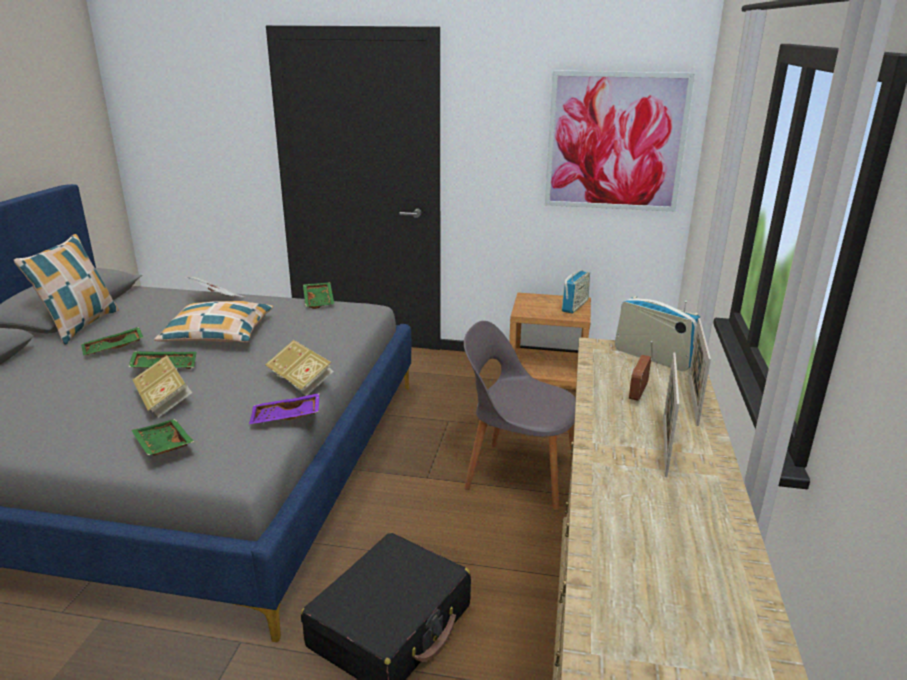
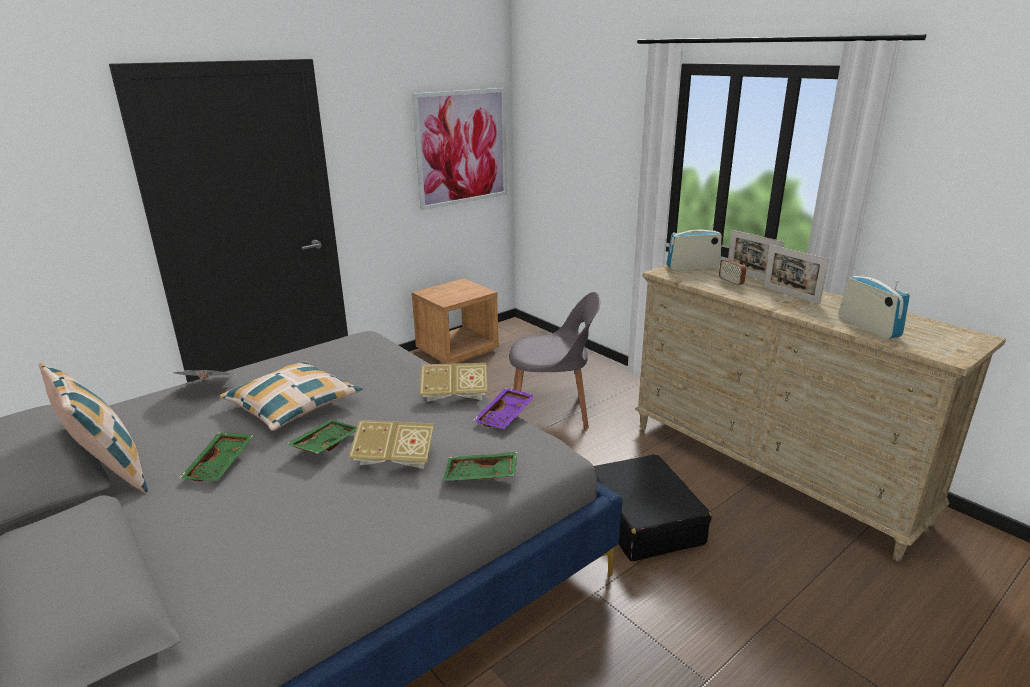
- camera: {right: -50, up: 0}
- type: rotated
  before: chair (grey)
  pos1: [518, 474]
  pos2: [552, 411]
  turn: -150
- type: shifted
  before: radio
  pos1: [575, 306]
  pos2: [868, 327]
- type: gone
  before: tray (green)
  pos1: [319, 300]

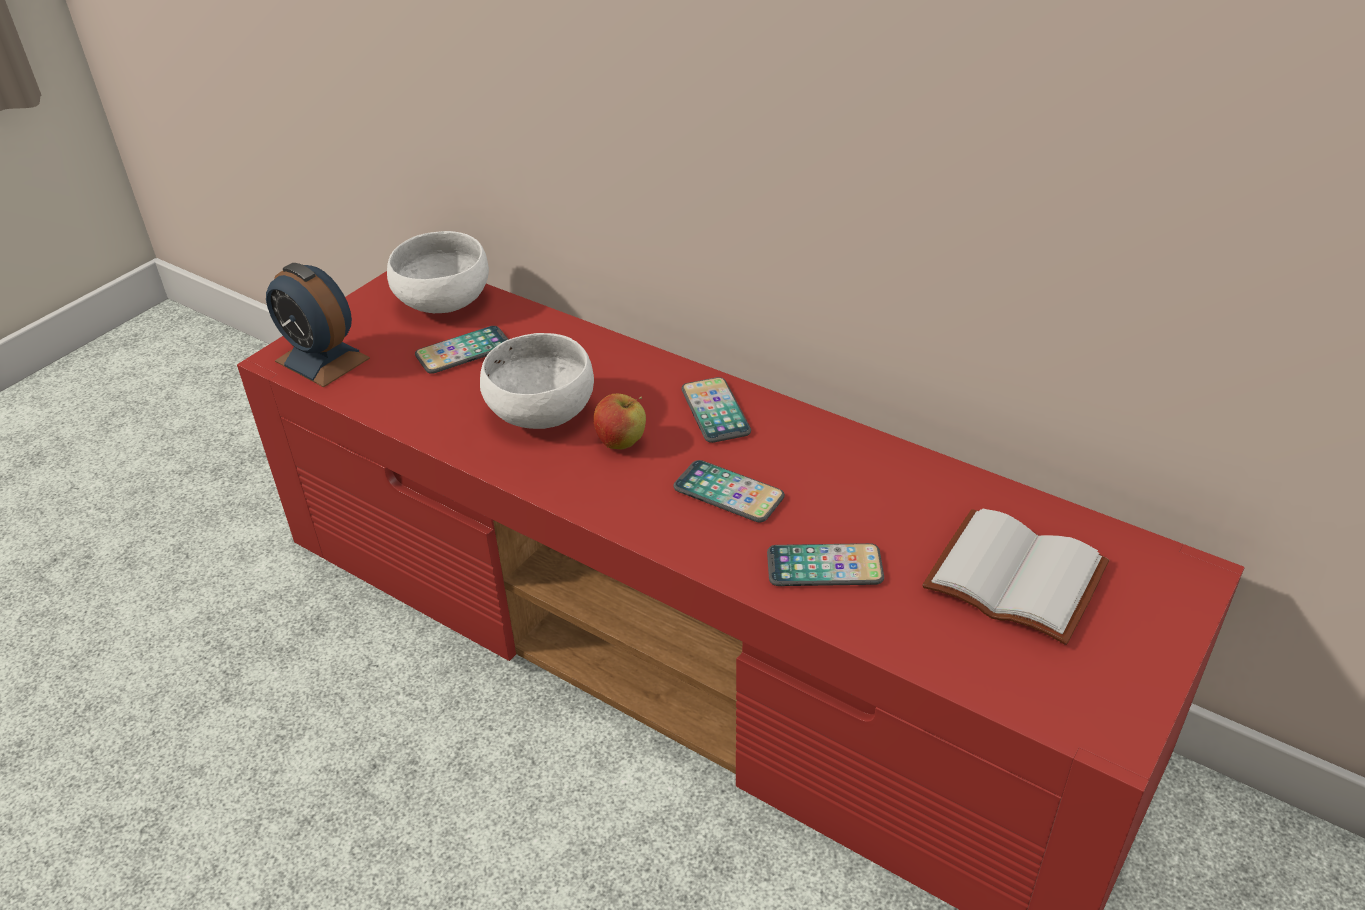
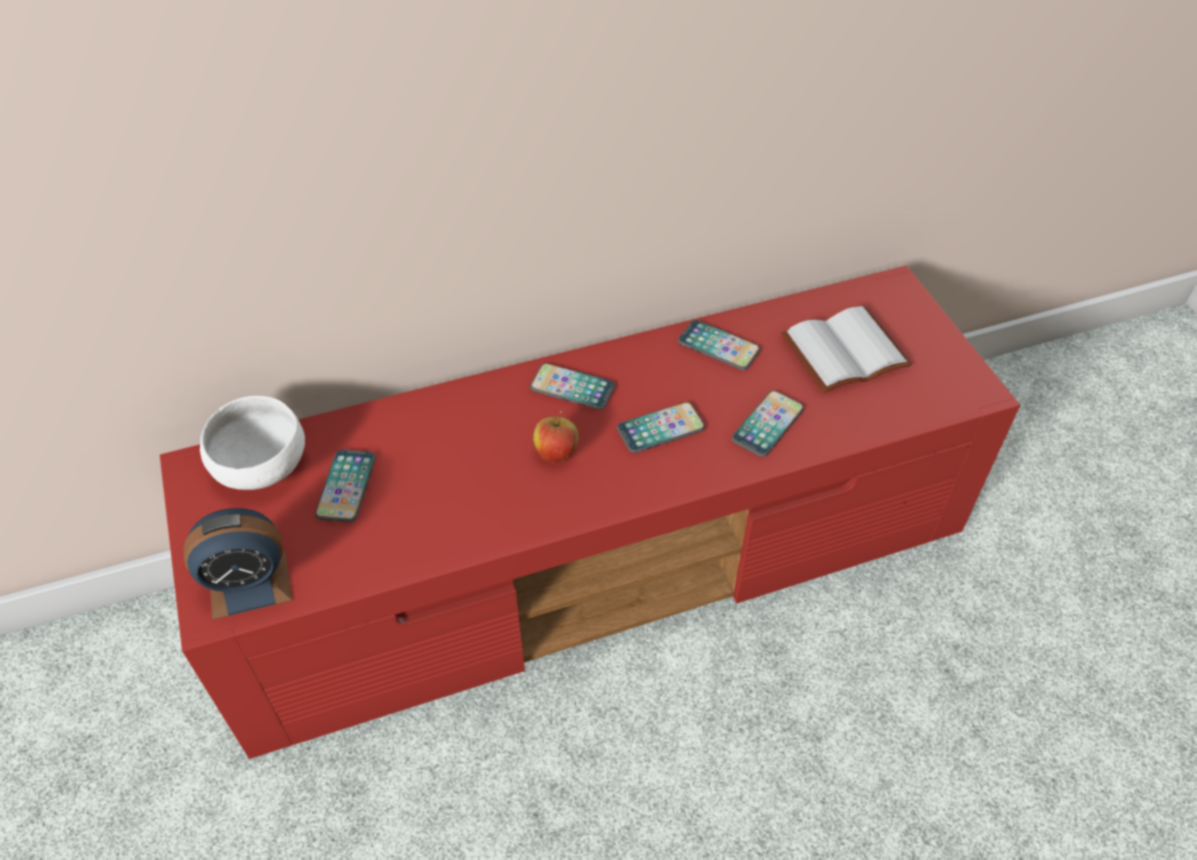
- camera: {right: -55, up: 10}
- type: new
  after: phone
  pos2: [718, 346]
- type: gone
  before: bowl (white)
  pos1: [539, 413]

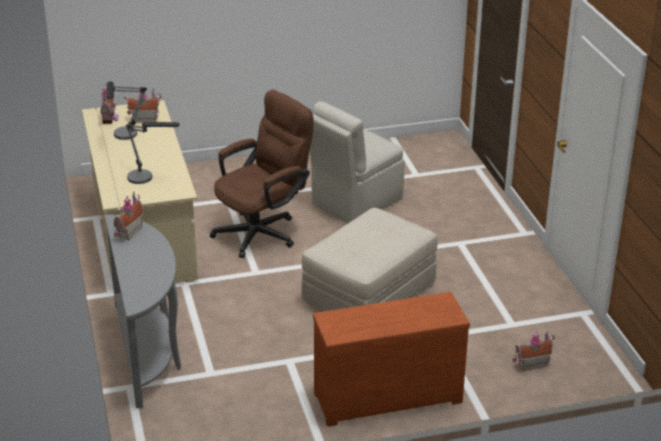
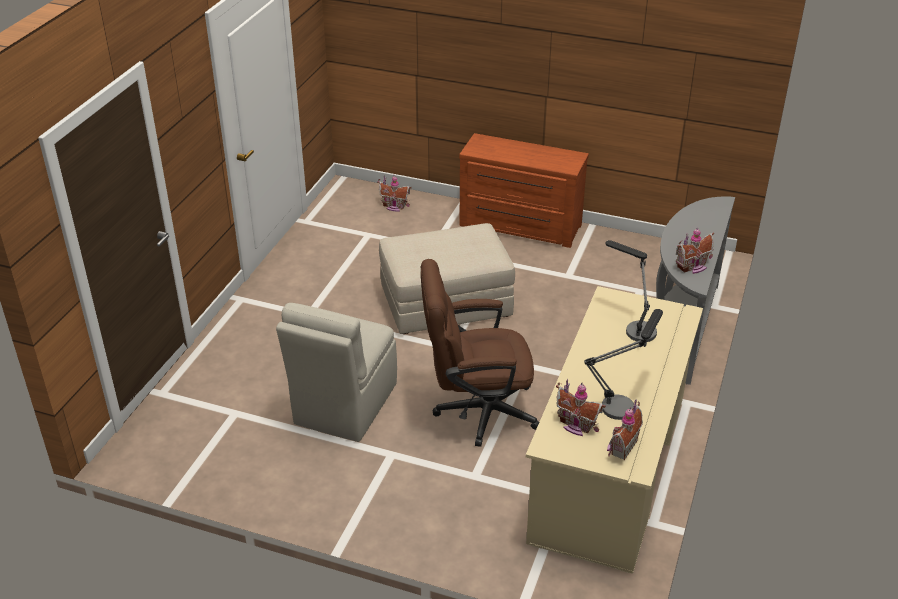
- camera: {right: -145, up: 5}
- type: rotated
  before: chair (beige)
  pos1: [355, 202]
  pos2: [344, 405]
  turn: 120

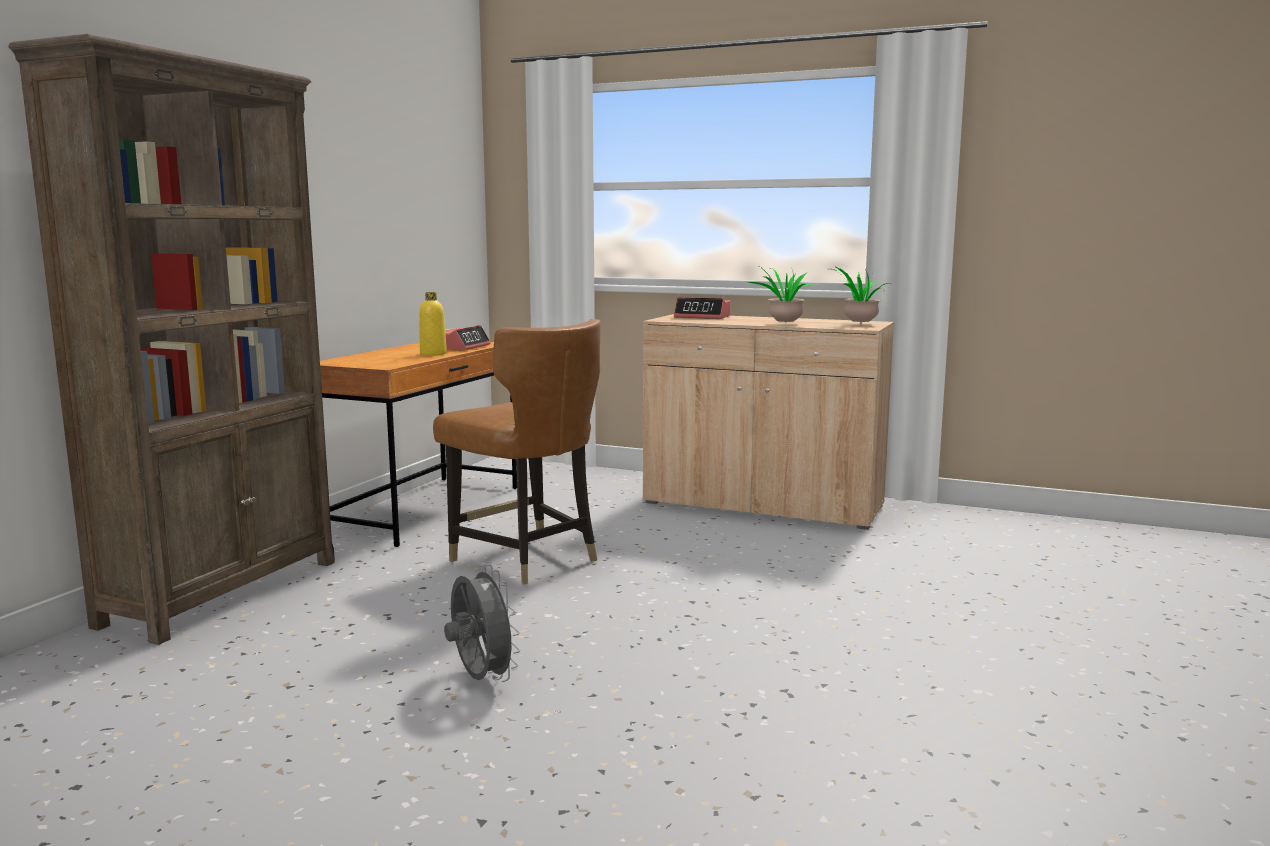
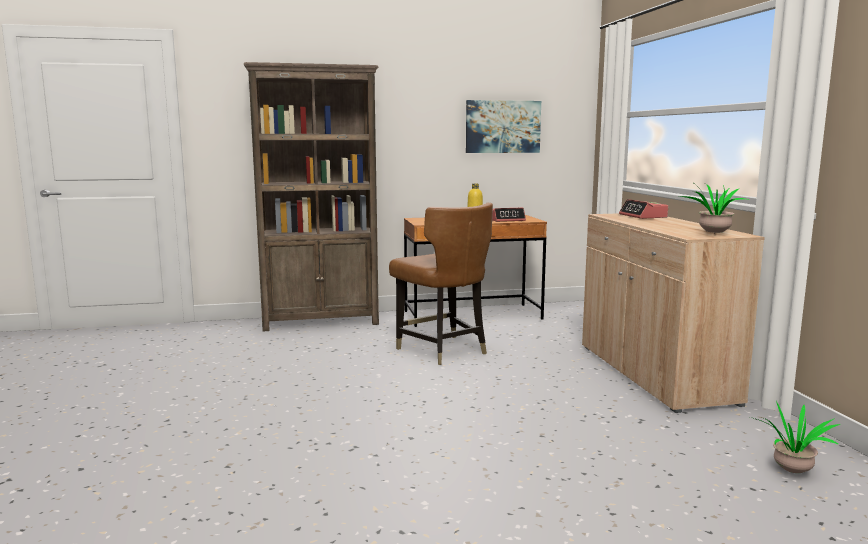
- camera: {right: 55, up: 0}
- type: rotated
  before: chair (brown)
  pos1: [526, 559]
  pos2: [443, 350]
  turn: -45
- type: new
  after: picture
  pos2: [502, 126]
- type: shifted
  before: potted plant
  pos1: [783, 323]
  pos2: [792, 470]
- type: gone
  before: fan (grey)
  pos1: [481, 679]

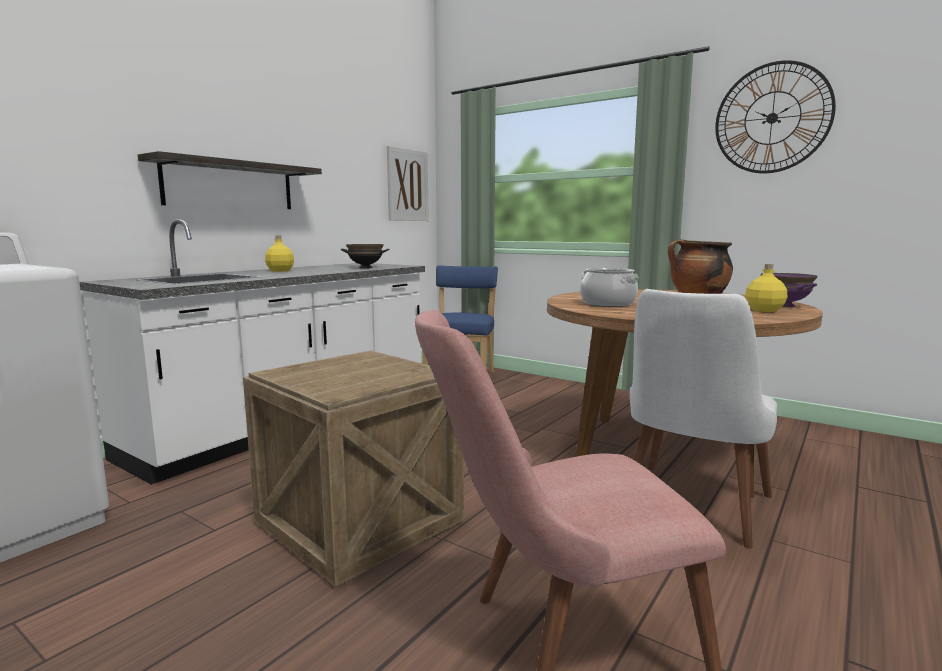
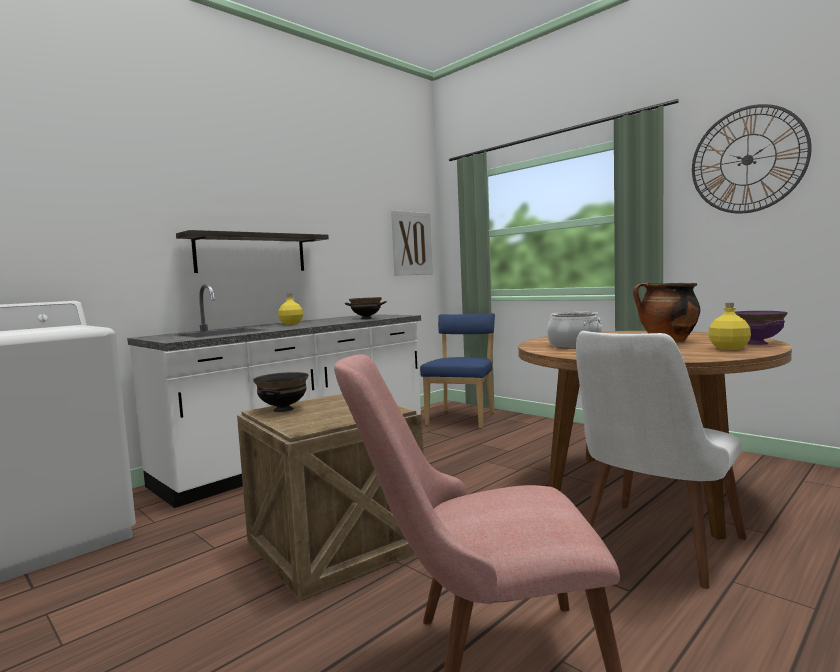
- camera: {right: 10, up: -5}
- type: new
  after: bowl (black)
  pos2: [283, 409]

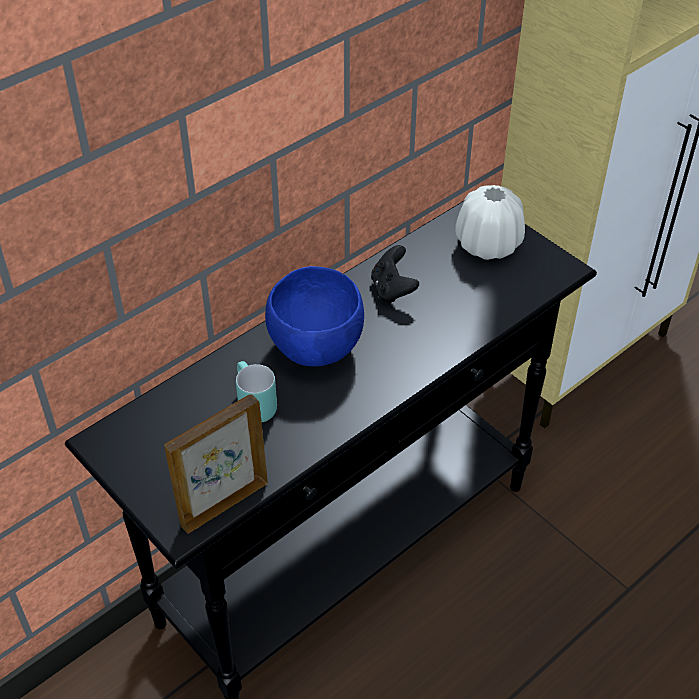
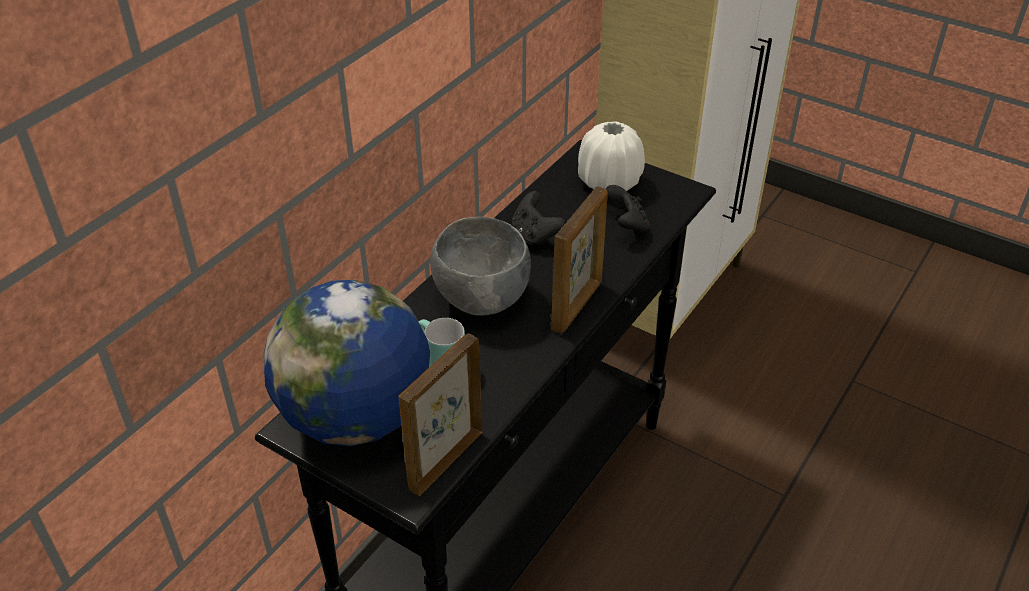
- camera: {right: -15, up: -5}
- type: new
  after: globe
  pos2: [356, 417]
- type: repainted
  before: bowl (blue)
  after: bowl (grey)
  pos1: [315, 348]
  pos2: [481, 300]
- type: new
  after: picture frame
  pos2: [577, 305]
- type: new
  after: game controller (black)
  pos2: [627, 226]

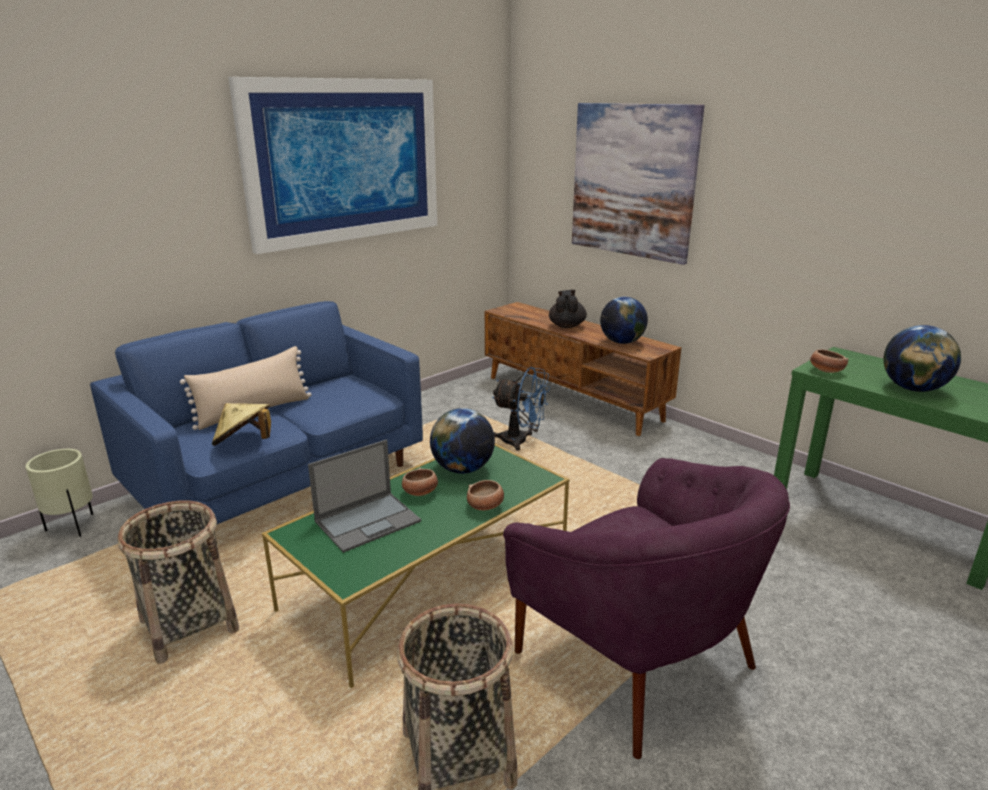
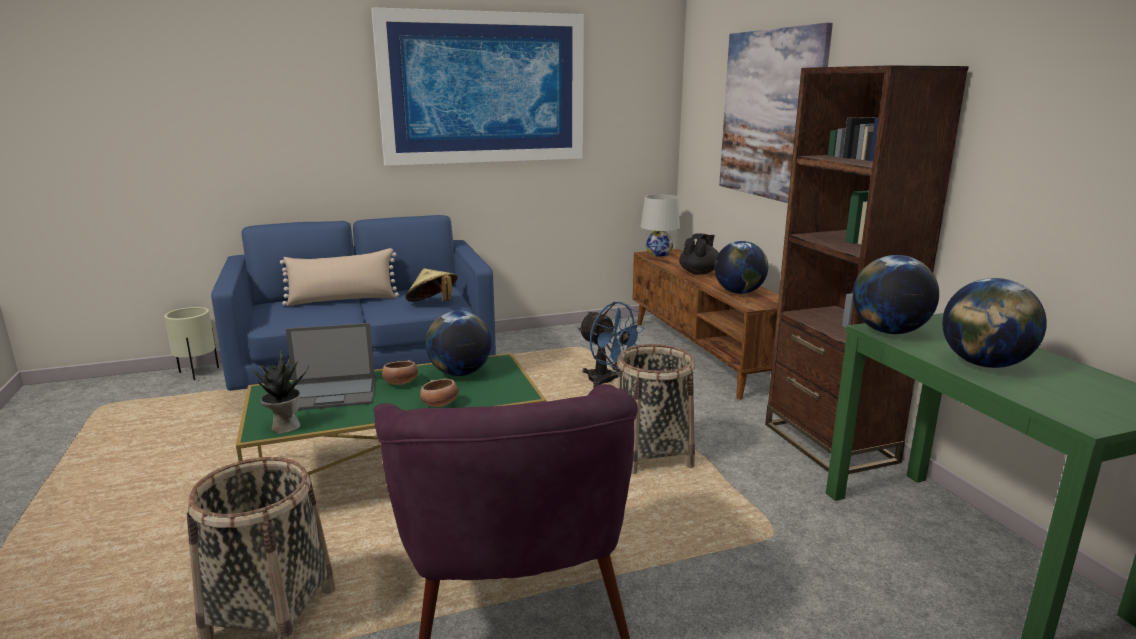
- camera: {right: 25, up: -5}
- type: new
  after: potted plant
  pos2: [284, 427]
- type: shifted
  before: hat (beige)
  pos1: [244, 443]
  pos2: [433, 304]
- type: shifted
  before: basket
  pos1: [189, 625]
  pos2: [651, 455]
- type: new
  after: table lamp (white)
  pos2: [659, 254]
- type: new
  after: bookcase (brown)
  pos2: [829, 443]
- type: swapped
  before: bowl
  after: globe
  pos1: [825, 371]
  pos2: [889, 332]

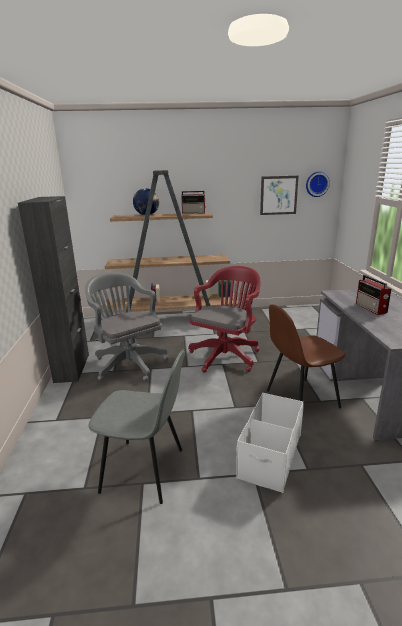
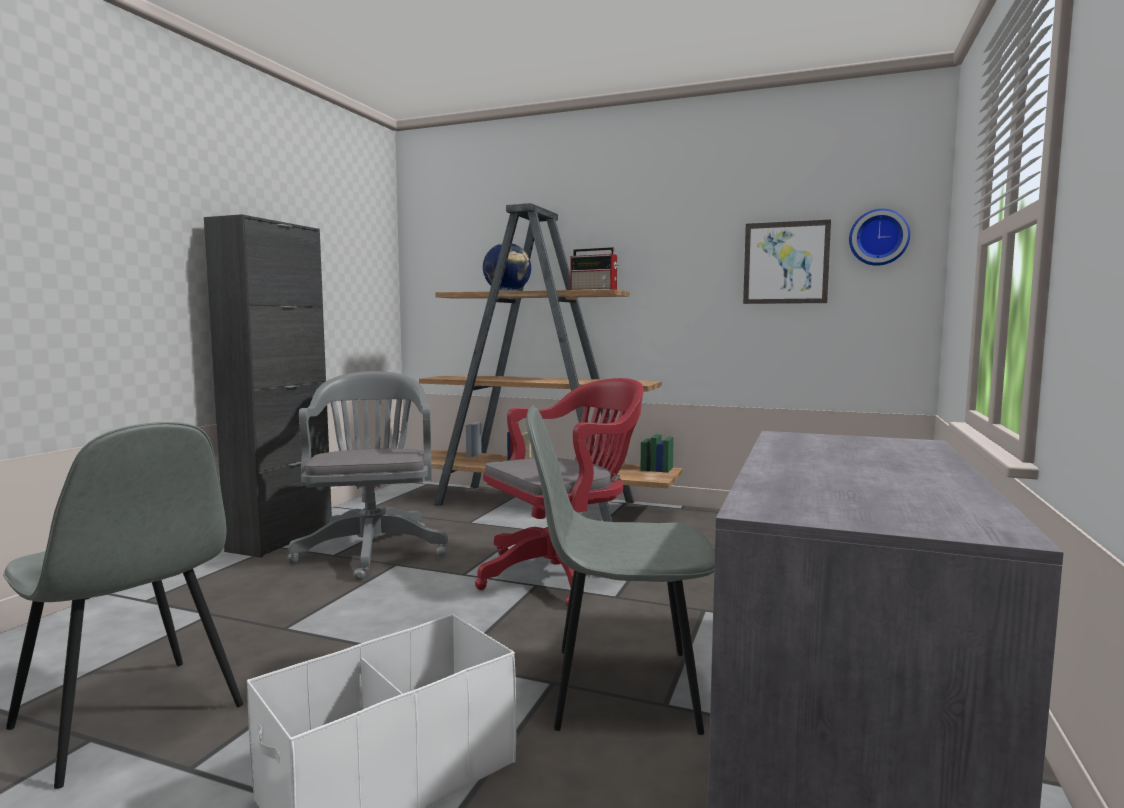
- camera: {right: 25, up: -15}
- type: repainted
  before: chair (brown)
  after: chair (grey)
  pos1: [300, 399]
  pos2: [619, 688]
- type: gone
  before: radio
  pos1: [371, 308]

